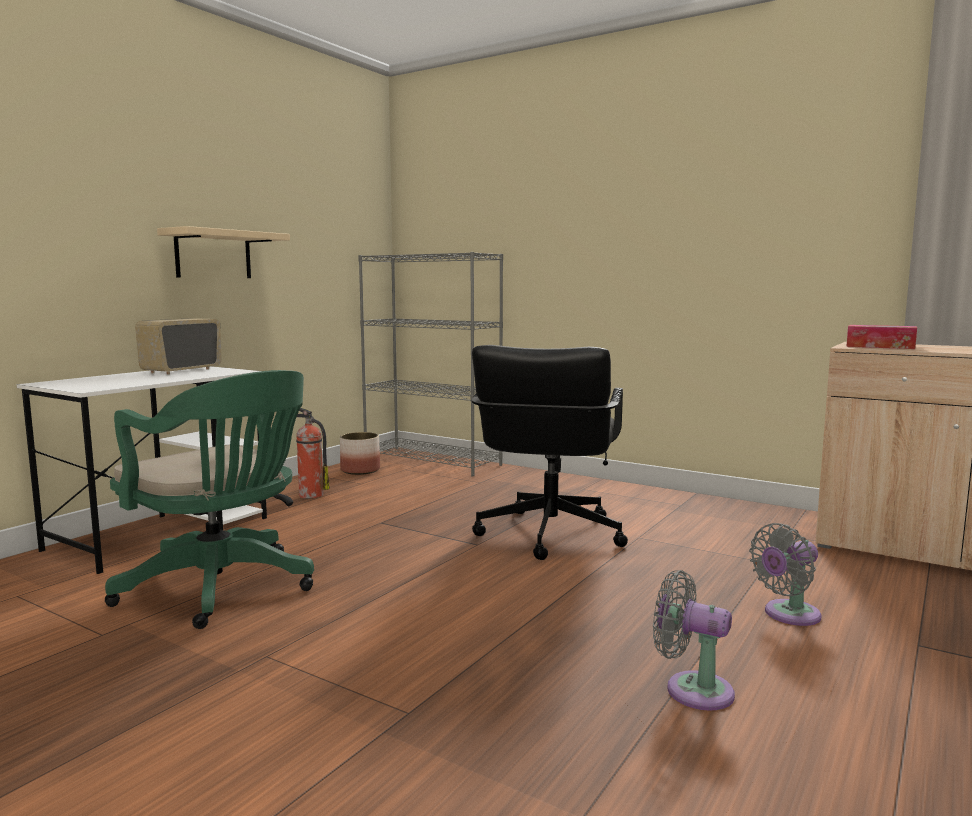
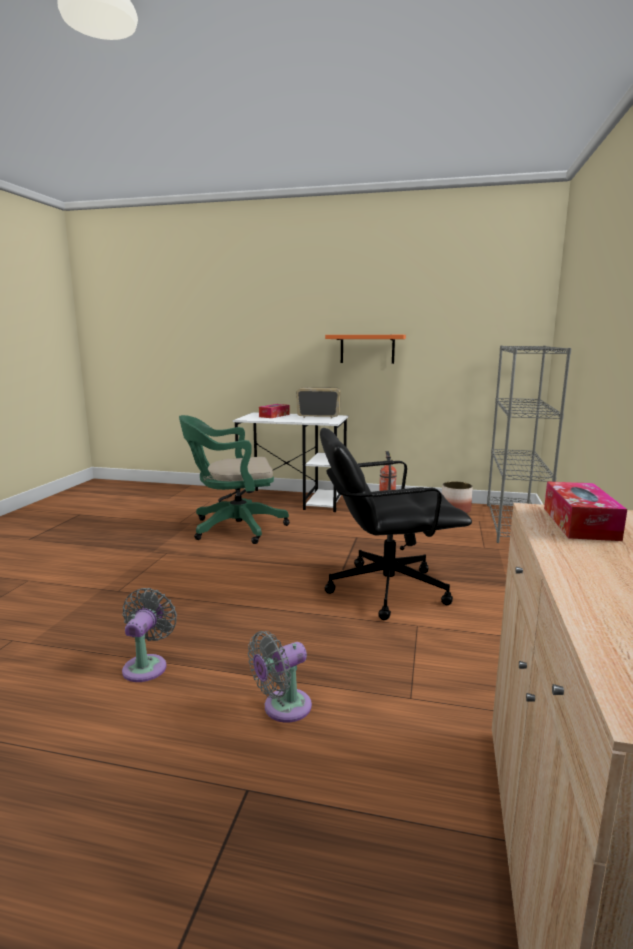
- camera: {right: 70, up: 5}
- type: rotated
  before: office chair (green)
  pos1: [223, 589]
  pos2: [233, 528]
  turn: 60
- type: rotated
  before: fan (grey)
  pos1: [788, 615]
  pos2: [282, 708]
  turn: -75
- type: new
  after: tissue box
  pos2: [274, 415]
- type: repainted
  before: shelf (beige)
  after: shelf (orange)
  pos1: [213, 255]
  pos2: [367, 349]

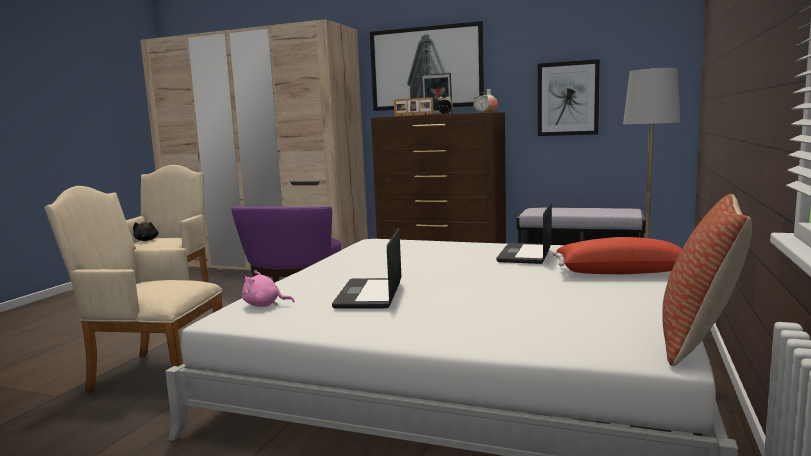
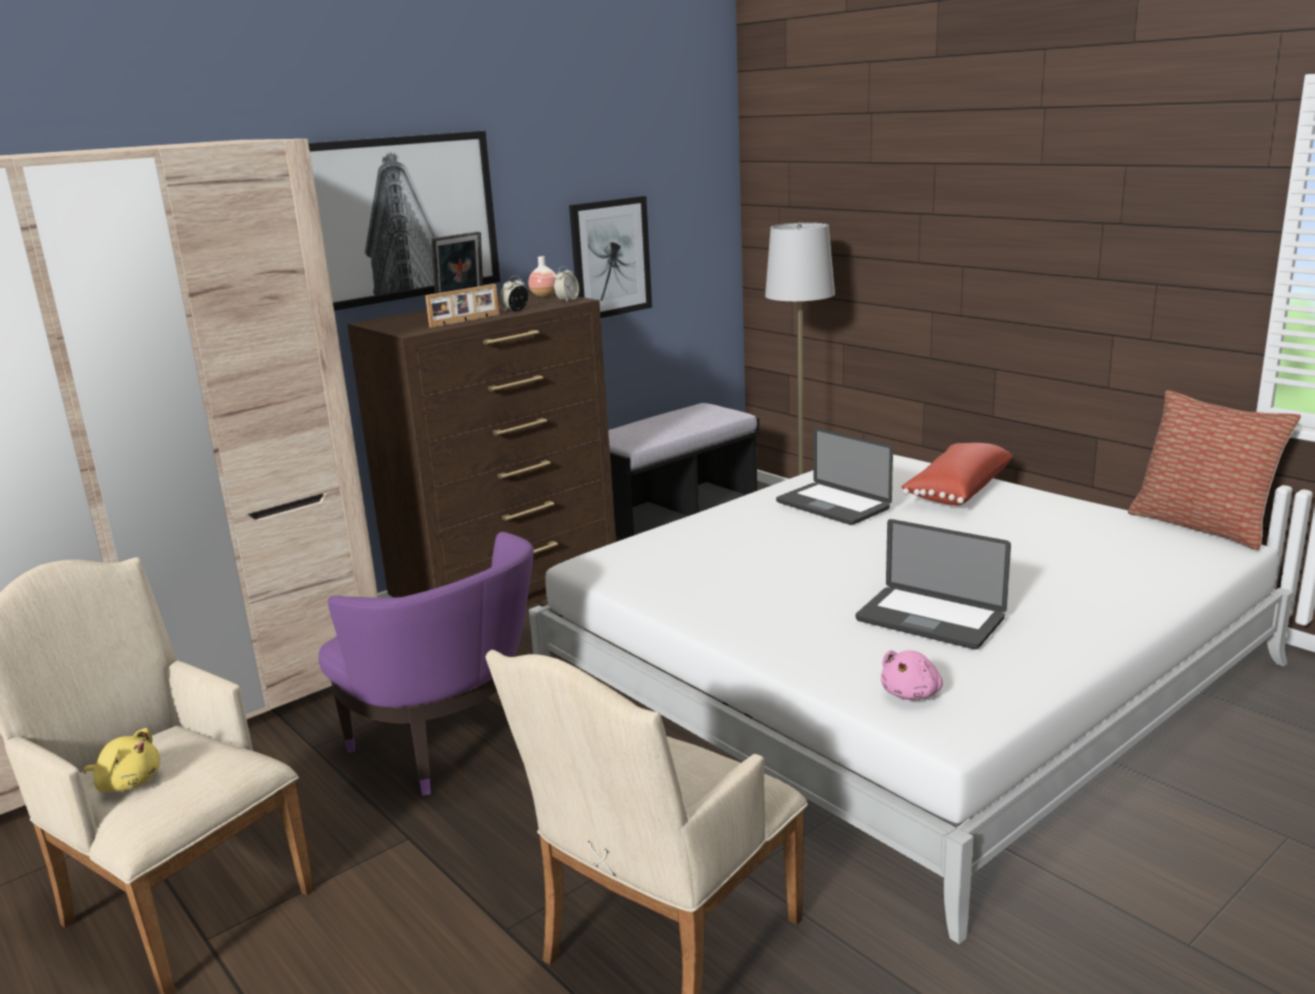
- camera: {right: -60, up: 10}
- type: repainted
  before: plush toy (black)
  after: plush toy (yellow)
  pos1: [147, 240]
  pos2: [128, 782]

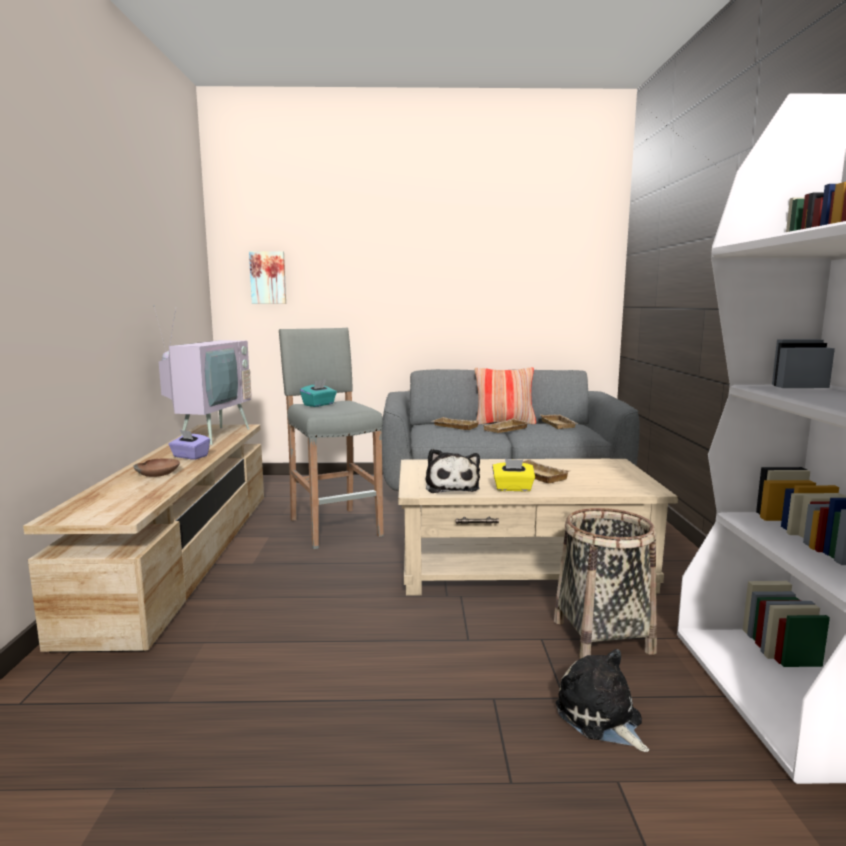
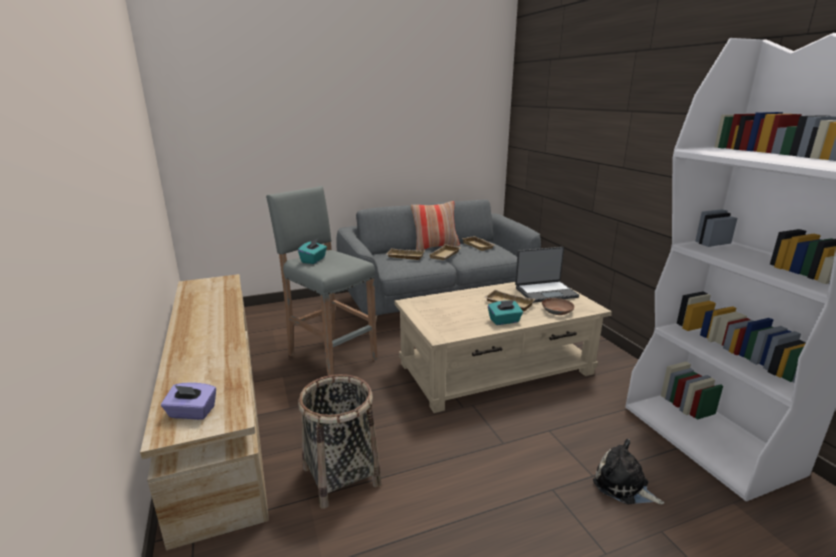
- camera: {right: -20, up: 10}
- type: shifted
  before: tissue box (purple)
  pos1: [190, 456]
  pos2: [192, 413]
- type: shifted
  before: basket
  pos1: [602, 636]
  pos2: [341, 475]
- type: repainted
  before: tissue box (yellow)
  after: tissue box (turquoise)
  pos1: [513, 488]
  pos2: [504, 321]
- type: new
  after: laptop
  pos2: [545, 292]
- type: shifted
  before: bowl (brown)
  pos1: [158, 473]
  pos2: [557, 311]
- type: gone
  before: television
  pos1: [210, 435]
- type: gone
  before: picture
  pos1: [268, 277]
- type: gone
  before: plush toy
  pos1: [451, 487]

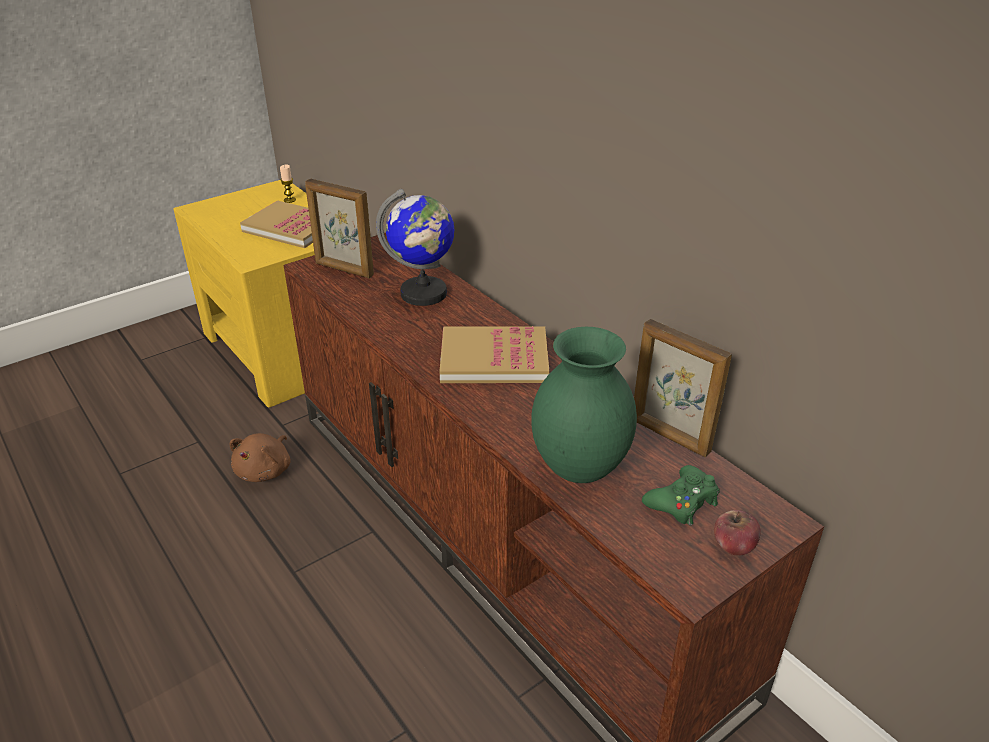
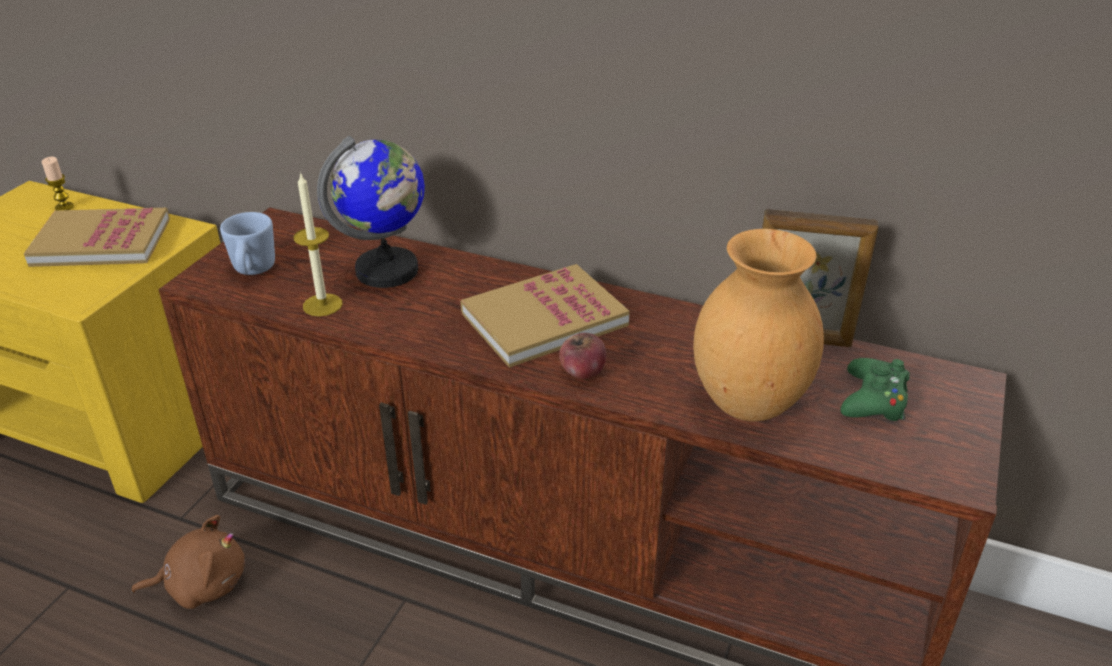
- camera: {right: -30, up: 0}
- type: rotated
  before: plush toy (brown)
  pos1: [265, 470]
  pos2: [202, 584]
  turn: -90
- type: swapped
  before: picture frame
  after: mug (blue)
  pos1: [344, 269]
  pos2: [253, 271]
- type: new
  after: candle
  pos2: [322, 305]
- type: shifted
  before: apple
  pos1: [733, 546]
  pos2: [582, 372]
- type: repainted
  before: vase (green)
  after: vase (brown)
  pos1: [578, 468]
  pos2: [746, 405]

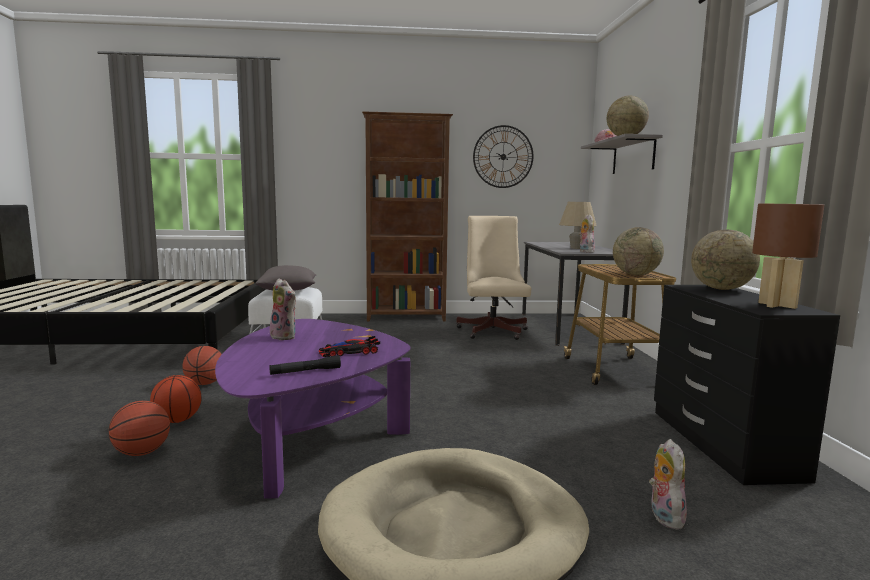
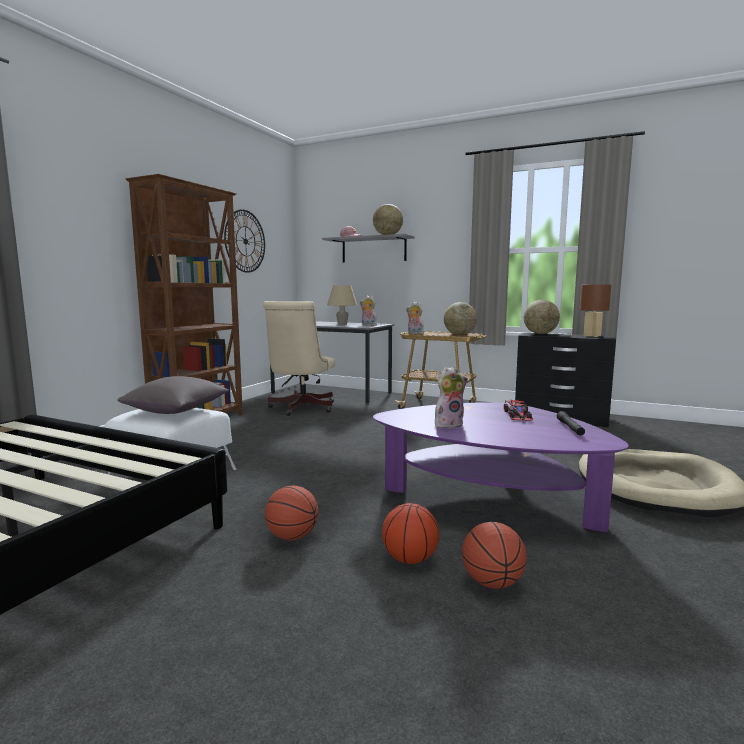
- camera: {right: -60, up: 0}
- type: rotated
  before: office chair (beige)
  pos1: [493, 330]
  pos2: [300, 408]
  turn: -105
- type: shifted
  before: plush toy
  pos1: [663, 516]
  pos2: [414, 333]

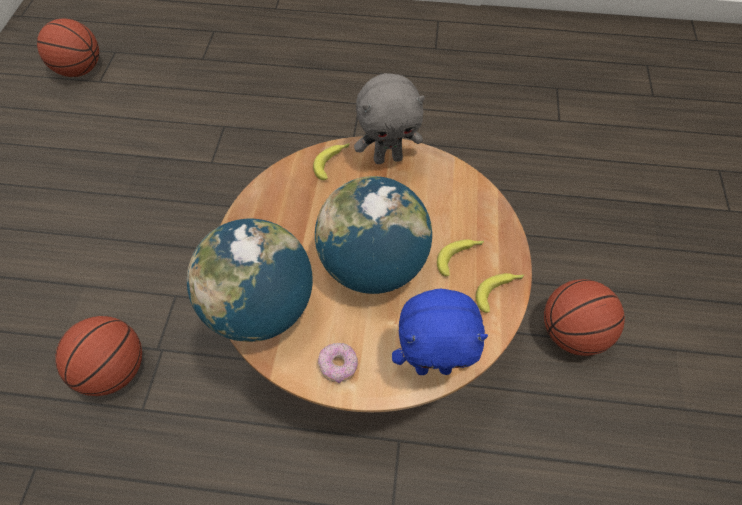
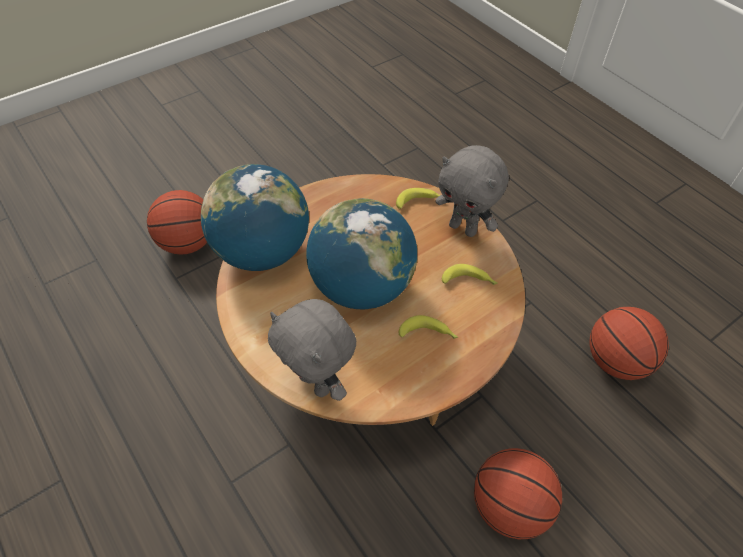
- camera: {right: 45, up: -5}
- type: repainted
  before: plush toy (blue)
  after: plush toy (grey)
  pos1: [433, 366]
  pos2: [317, 383]
- type: shifted
  before: banana
  pos1: [499, 292]
  pos2: [469, 281]
- type: shifted
  before: basketball
  pos1: [80, 70]
  pos2: [615, 361]
- type: gone
  before: donut
  pos1: [338, 366]

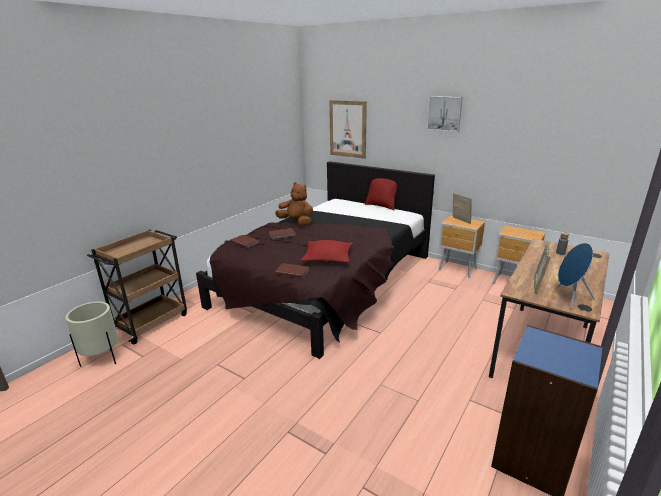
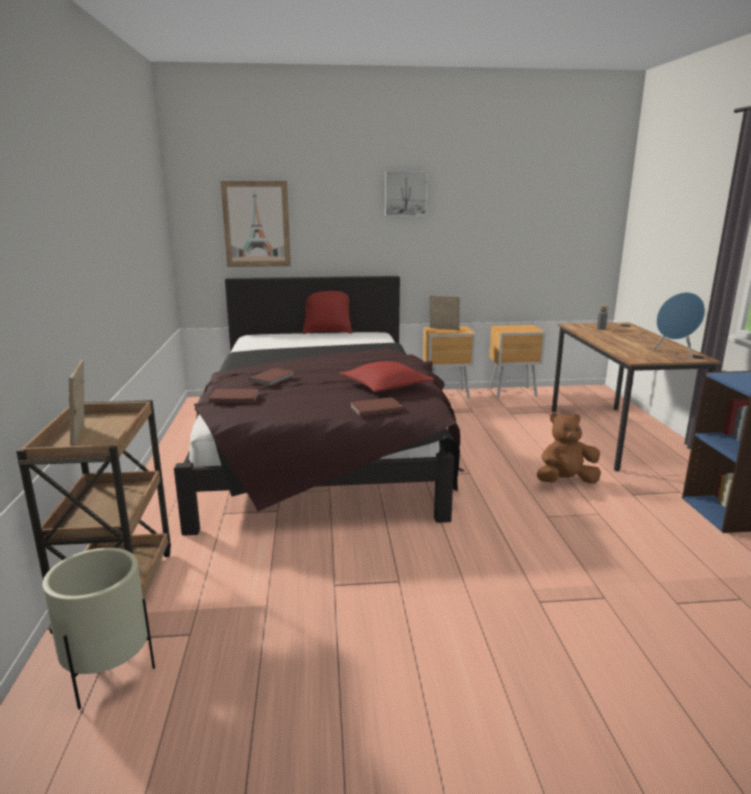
- camera: {right: -40, up: -5}
- type: shifted
  before: picture frame
  pos1: [538, 286]
  pos2: [82, 436]
- type: shifted
  before: plush toy (brown)
  pos1: [296, 222]
  pos2: [565, 481]

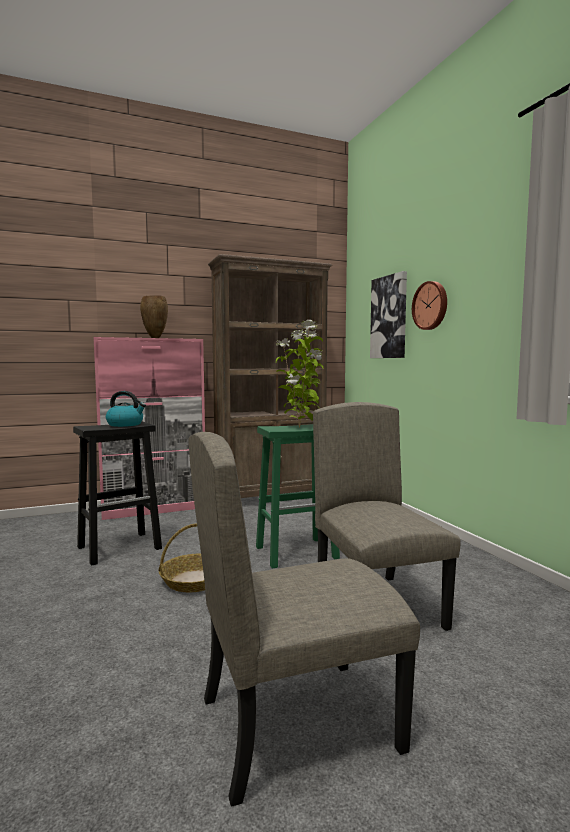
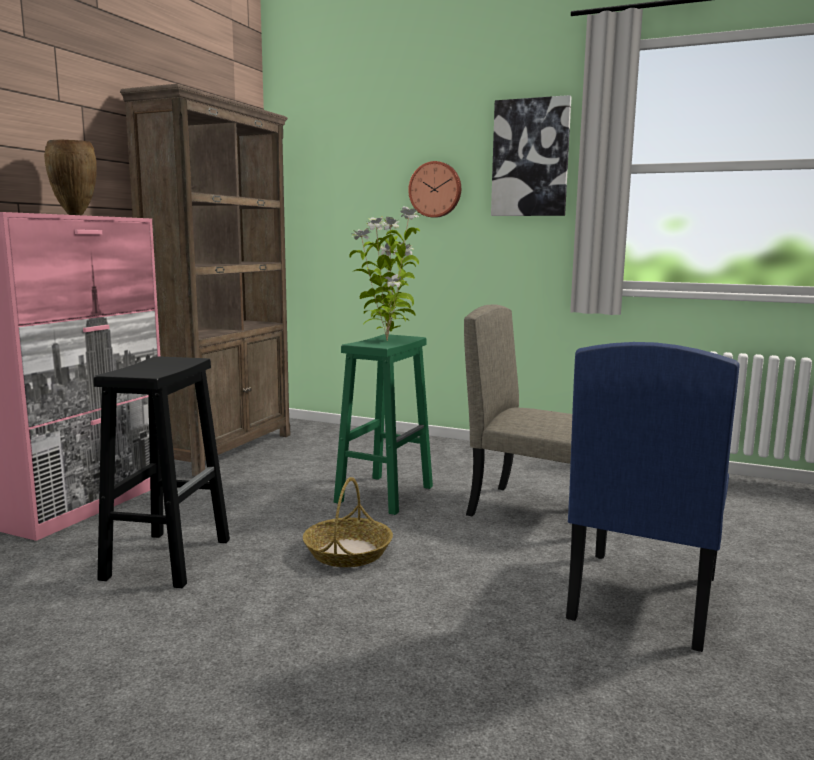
- camera: {right: -45, up: 5}
- type: shifted
  before: picture
  pos1: [389, 317]
  pos2: [530, 158]
- type: repainted
  before: chair (beige)
  after: chair (blue)
  pos1: [297, 722]
  pos2: [641, 597]
- type: gone
  before: kettle
  pos1: [125, 424]

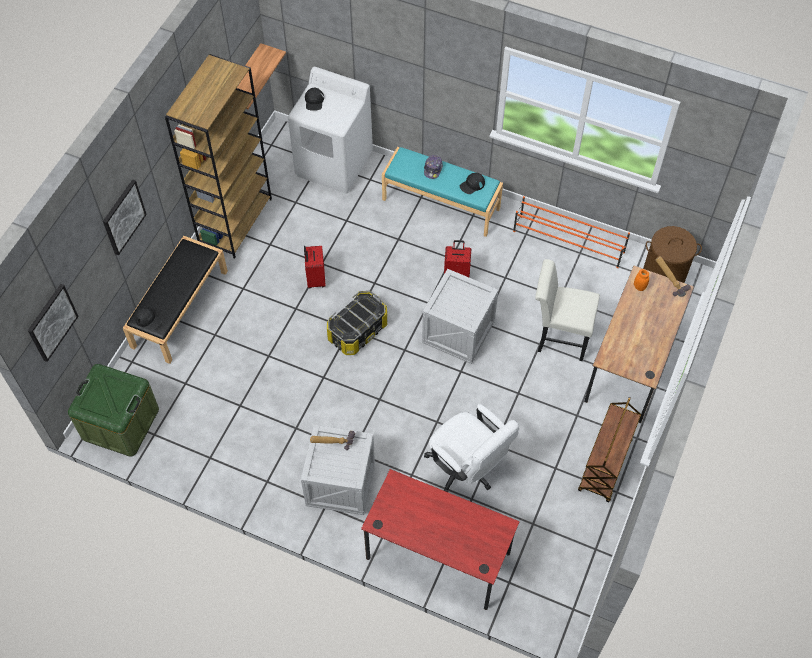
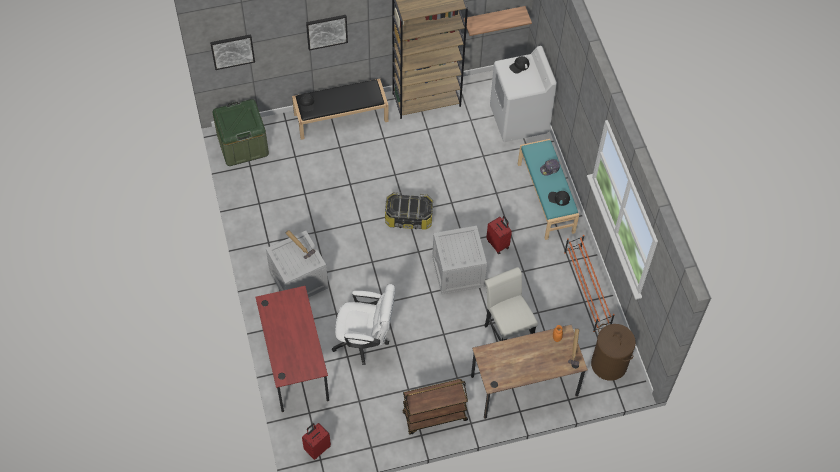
- camera: {right: 50, up: 0}
- type: shifted
  before: suitcase (red)
  pos1: [315, 279]
  pos2: [317, 448]
- type: rotated
  before: office chair (white)
  pos1: [467, 469]
  pos2: [365, 340]
  turn: -90

